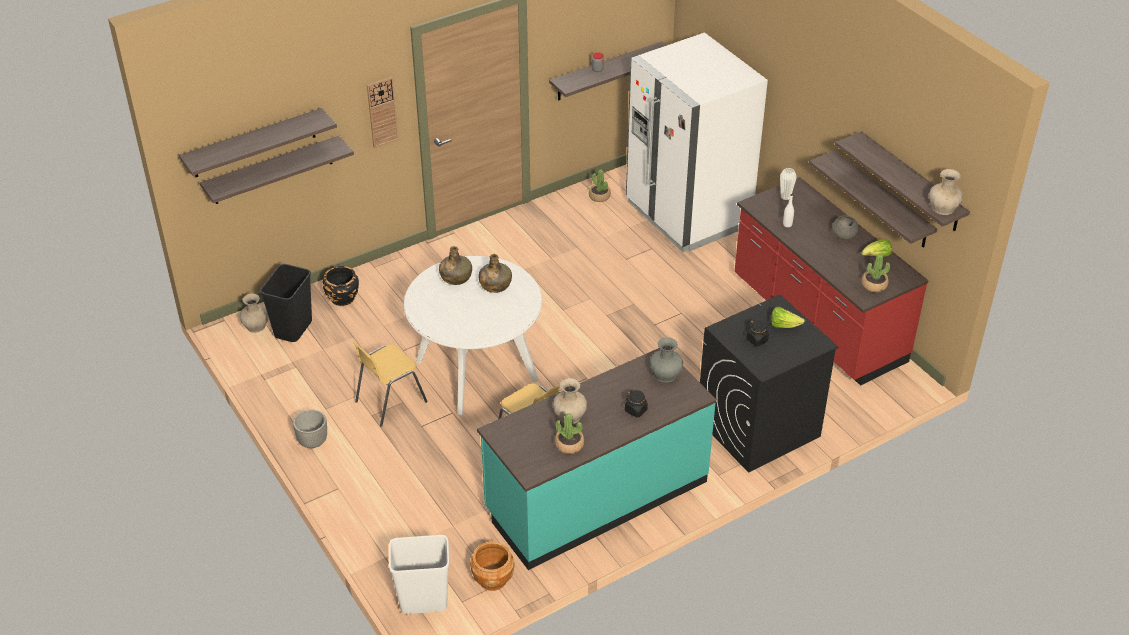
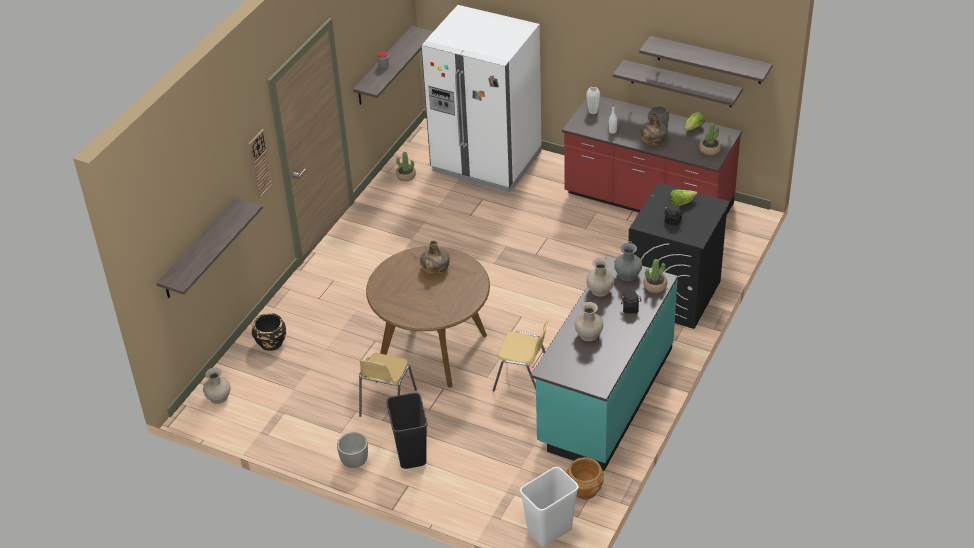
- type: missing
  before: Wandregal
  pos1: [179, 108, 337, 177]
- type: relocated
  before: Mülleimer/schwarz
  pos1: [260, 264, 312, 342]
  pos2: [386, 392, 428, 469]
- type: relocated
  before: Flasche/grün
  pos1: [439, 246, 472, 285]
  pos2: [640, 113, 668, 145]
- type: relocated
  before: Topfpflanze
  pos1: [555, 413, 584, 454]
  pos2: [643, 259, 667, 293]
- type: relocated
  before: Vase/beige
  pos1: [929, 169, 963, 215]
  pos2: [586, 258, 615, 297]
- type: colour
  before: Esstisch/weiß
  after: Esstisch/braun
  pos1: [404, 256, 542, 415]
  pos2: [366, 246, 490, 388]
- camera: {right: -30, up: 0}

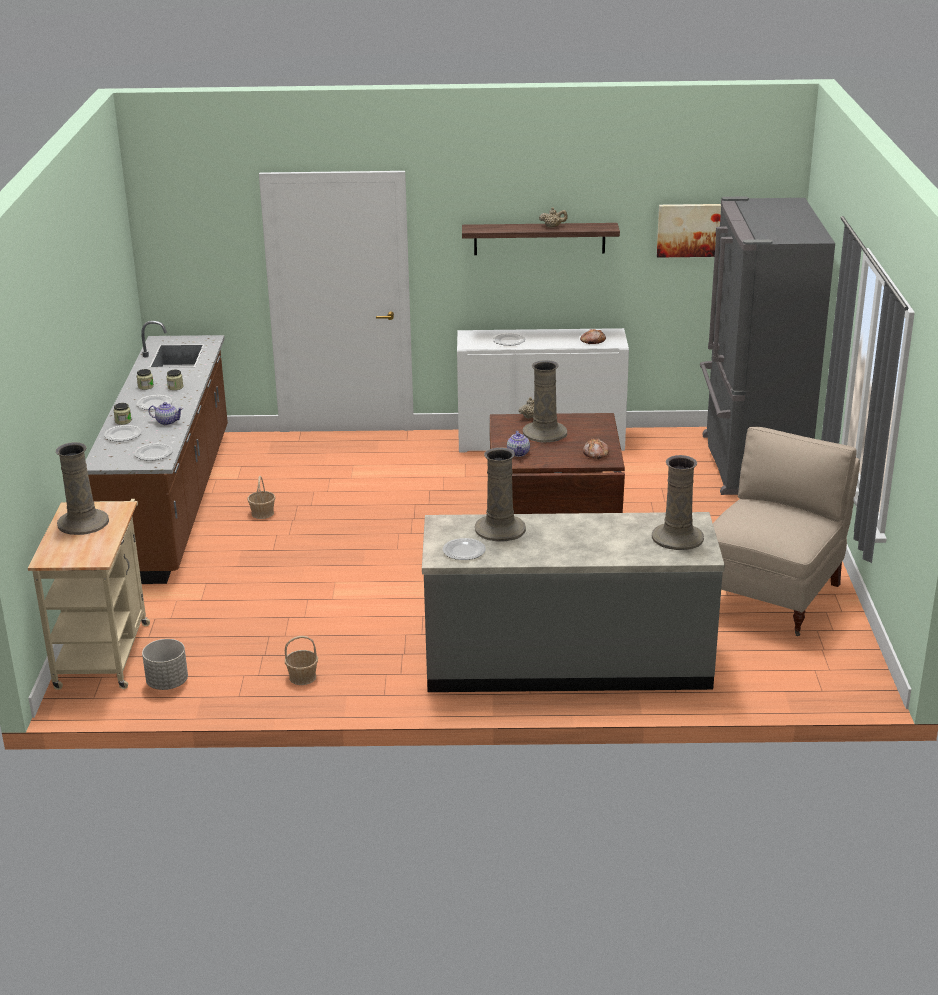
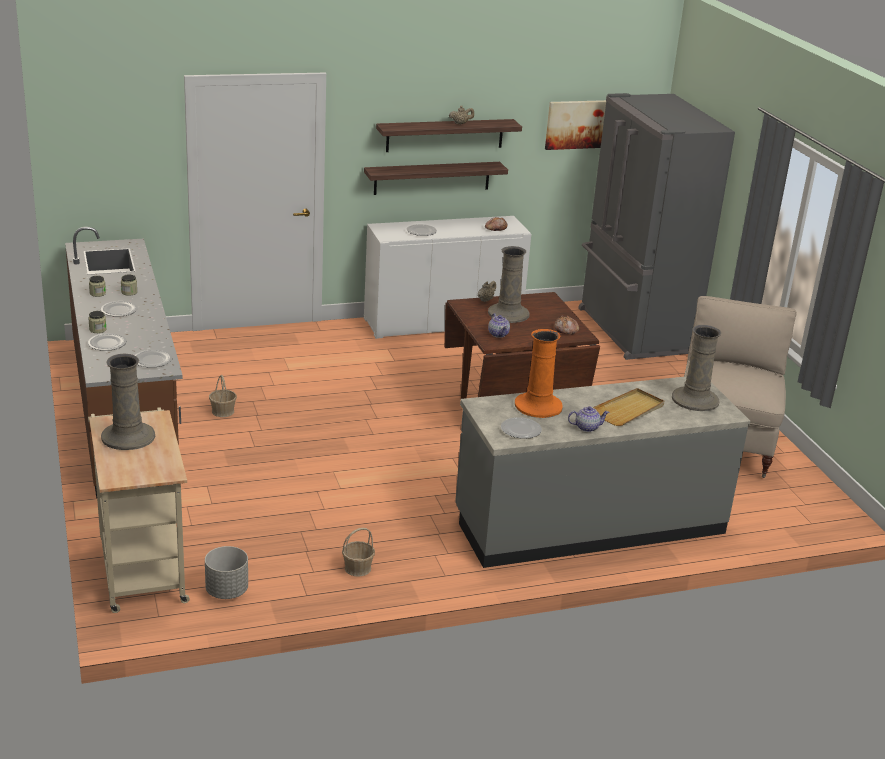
- type: appeared
  after: Wandregal
  pos2: [364, 162, 508, 195]
- type: appeared
  after: Tablett/beige
  pos2: [592, 388, 664, 426]
- type: relocated
  before: Teekanne
  pos1: [149, 402, 183, 425]
  pos2: [568, 406, 610, 432]
- type: colour
  before: Vase/beige
  after: Vase/orange
  pos1: [475, 447, 526, 542]
  pos2: [515, 329, 563, 418]
- camera: {right: -20, up: 0}

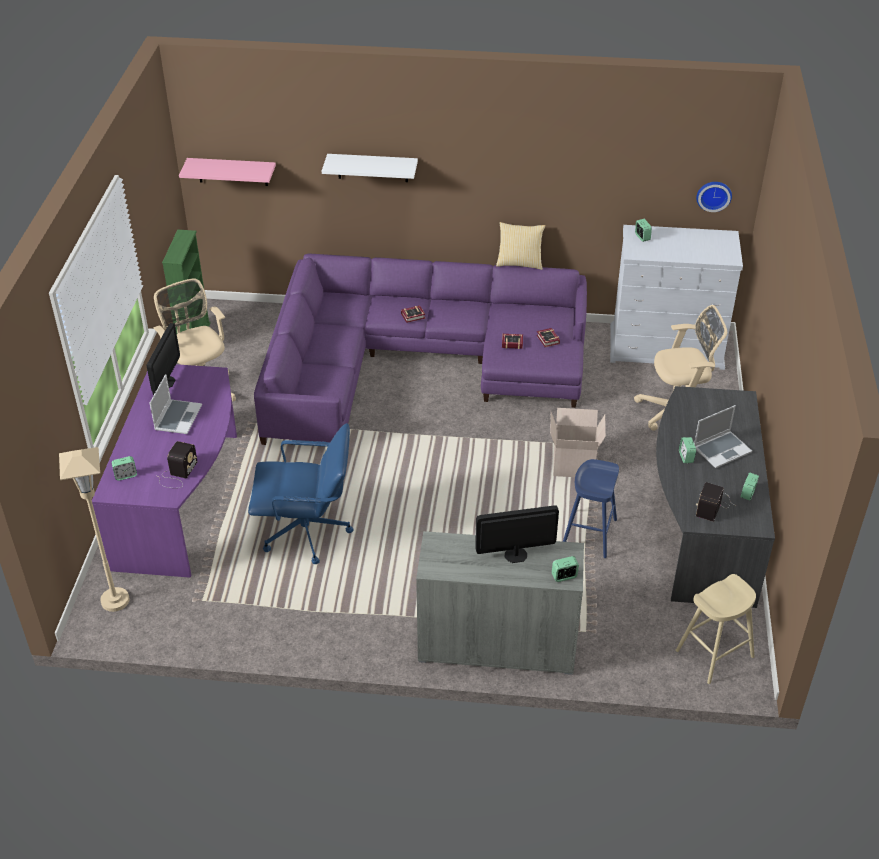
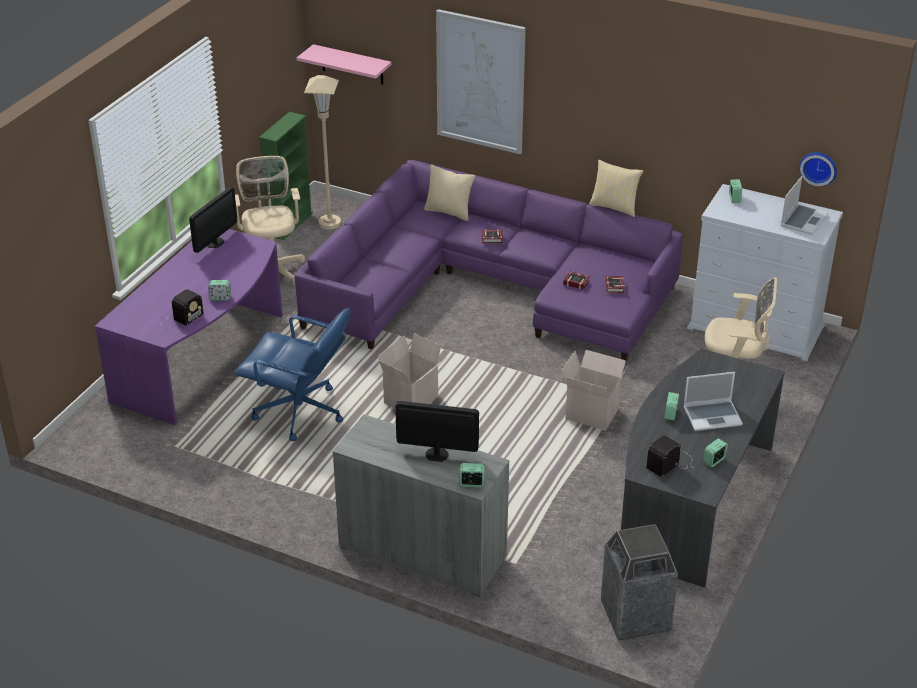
- type: missing
  before: Hocker/blau
  pos1: [563, 459, 619, 558]
- type: appeared
  after: Karton
  pos2: [378, 333, 447, 408]
- type: appeared
  after: Kissen/beige
  pos2: [424, 164, 475, 221]
- type: relocated
  before: Stehlampe/beige
  pos1: [59, 447, 130, 612]
  pos2: [304, 75, 341, 230]
- type: relocated
  before: Wecker
  pos1: [112, 456, 137, 481]
  pos2: [208, 280, 231, 301]
- type: relocated
  before: Laptop
  pos1: [150, 374, 202, 434]
  pos2: [781, 176, 828, 235]
- type: exchanged
  before: Wandregal/weiß
  after: Bild
  pos1: [322, 154, 418, 182]
  pos2: [436, 9, 526, 154]
- type: exchanged
  before: Hocker/beige
  after: Mülleimer
  pos1: [675, 574, 756, 684]
  pos2: [601, 524, 678, 641]
- camera: {right: 20, up: -5}

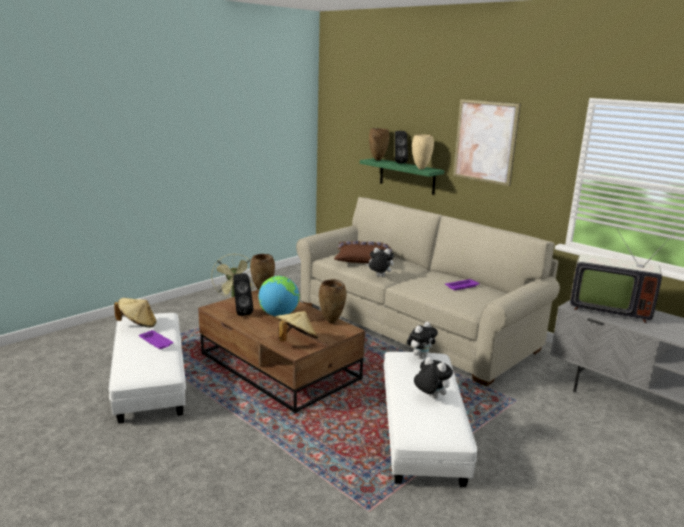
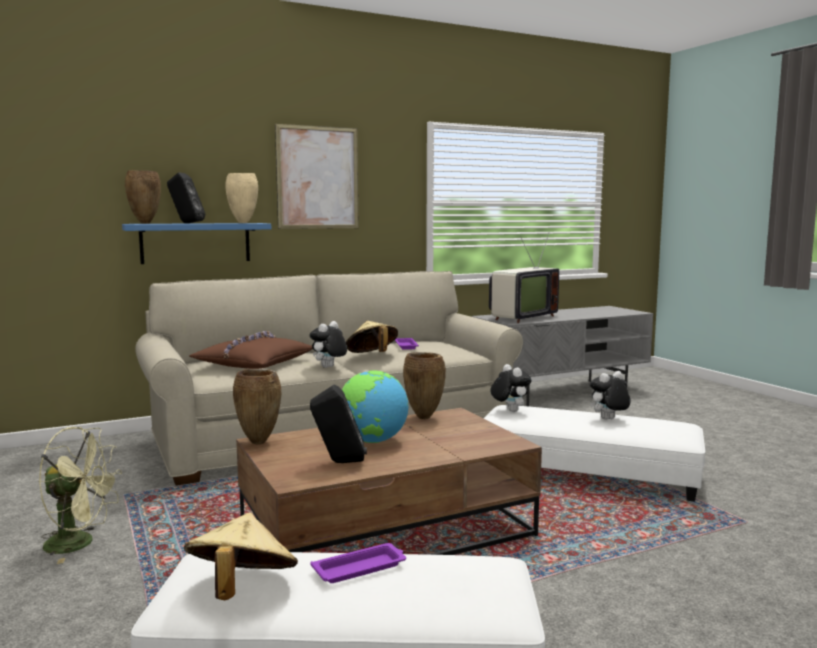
- type: relocated
  before: Hut/beige
  pos1: [275, 311, 318, 342]
  pos2: [346, 321, 398, 353]
- type: colour
  before: Wandregal/grün
  after: Wandregal/blau
  pos1: [360, 158, 444, 195]
  pos2: [122, 223, 271, 264]
- camera: {right: -70, up: -10}

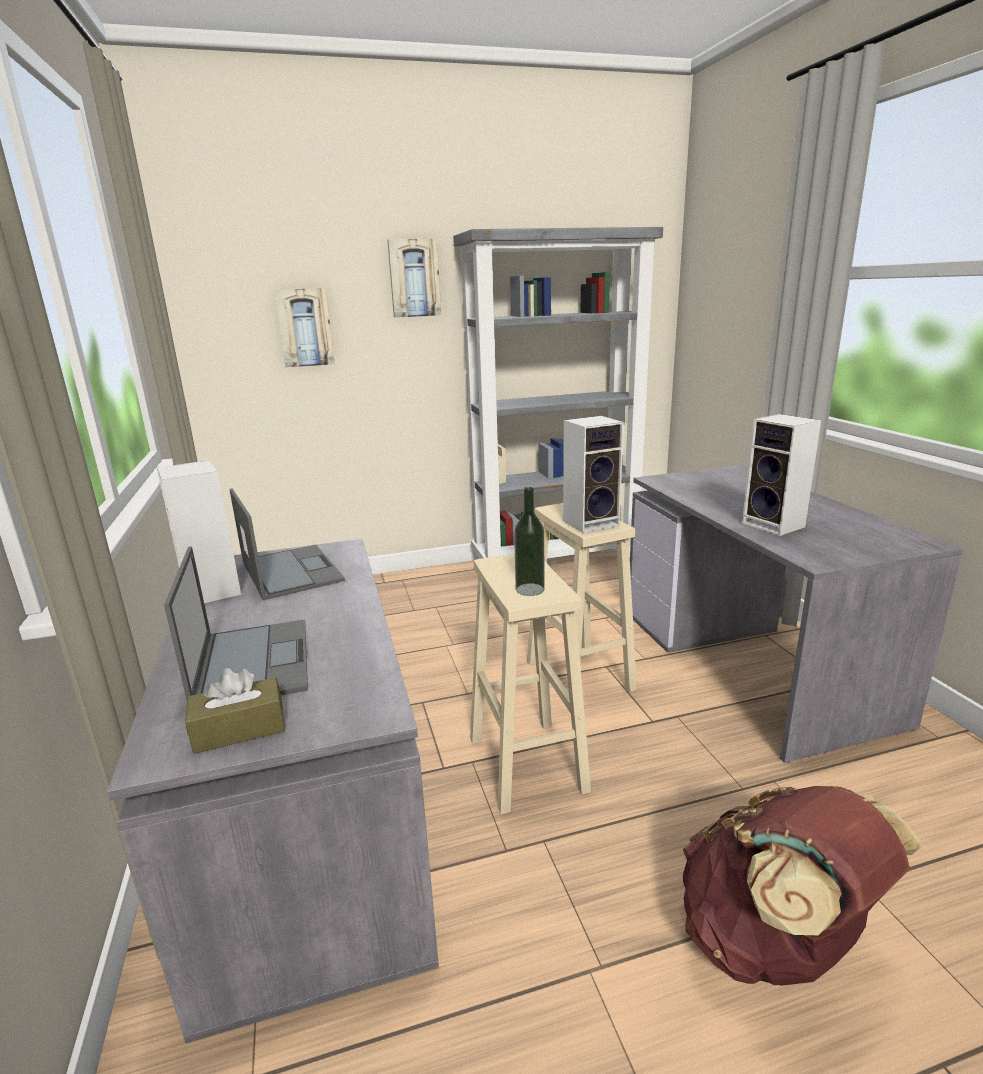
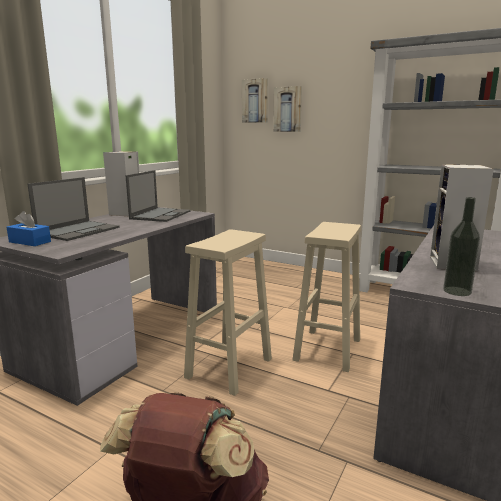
- type: missing
  before: Lautsprecher
  pos1: [563, 416, 624, 533]
- type: relocated
  before: Bild
  pos1: [387, 239, 441, 318]
  pos2: [242, 78, 268, 123]
- type: relocated
  before: Flasche
  pos1: [514, 487, 545, 596]
  pos2: [443, 197, 480, 296]
- type: colour
  before: Taschentuchbox/braun
  after: Taschentuchbox/blau
  pos1: [185, 668, 285, 754]
  pos2: [7, 211, 51, 246]
- camera: {right: 45, up: -5}

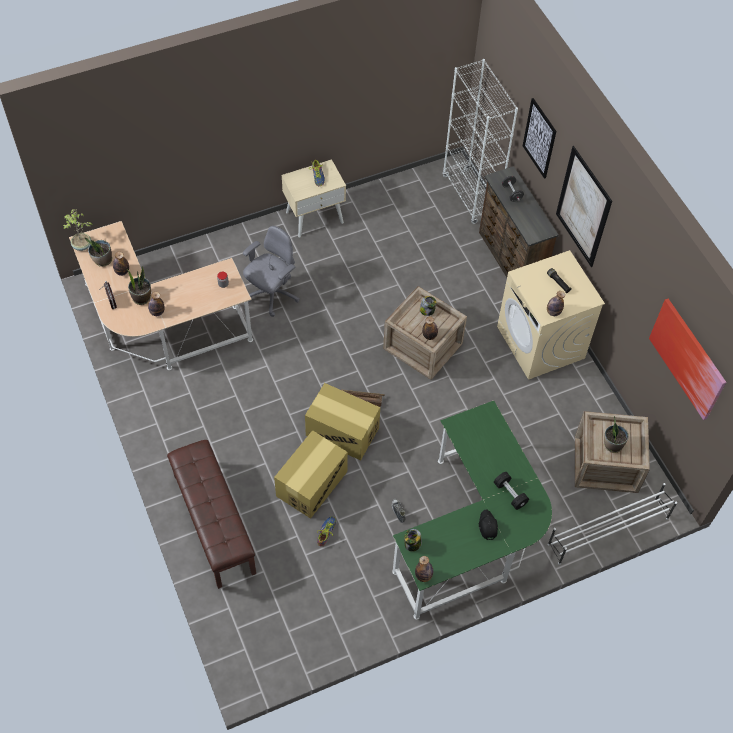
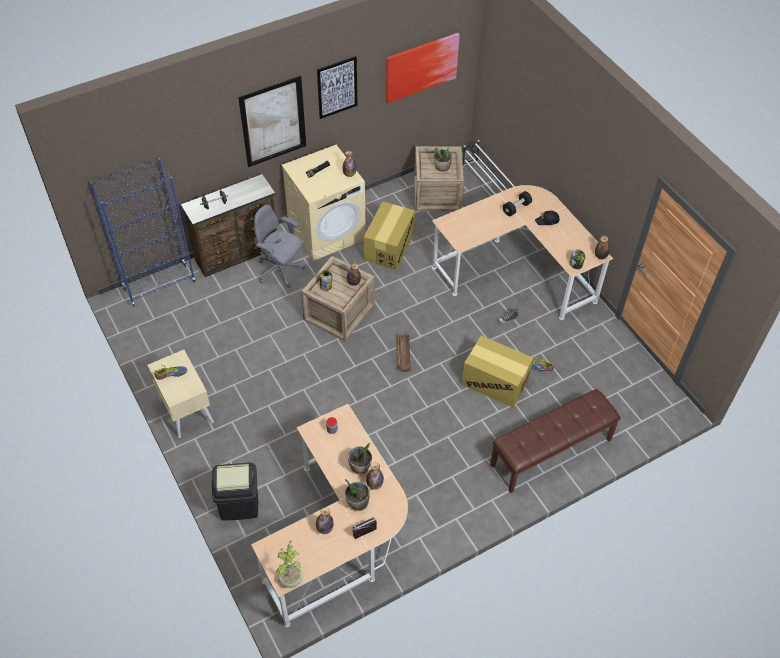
- type: appeared
  after: Mülleimer/schwarz
  pos2: [212, 462, 259, 521]
- type: relocated
  before: Topfpflanze
  pos1: [85, 238, 112, 267]
  pos2: [348, 443, 372, 474]
- type: relocated
  before: Bürostuhl/grau
  pos1: [243, 226, 300, 317]
  pos2: [254, 205, 305, 288]
- type: relocated
  before: Karton
  pos1: [305, 383, 380, 460]
  pos2: [364, 201, 415, 270]
- type: relocated
  before: Bild
  pos1: [523, 98, 556, 179]
  pos2: [317, 56, 357, 119]
- type: colour
  before: Schreibtisch/grün
  after: Schreibtisch/beige
  pos1: [392, 401, 552, 620]
  pos2: [432, 185, 613, 320]
- type: colour
  before: Bücherregal/weiß
  after: Bücherregal/blau
  pos1: [442, 59, 518, 224]
  pos2: [90, 158, 196, 307]
- camera: {right: -95, up: -5}

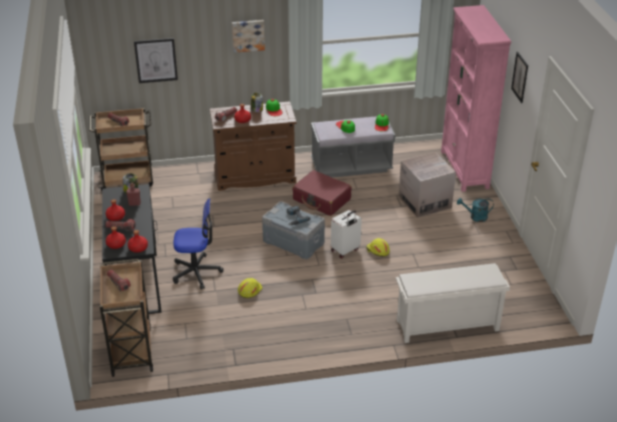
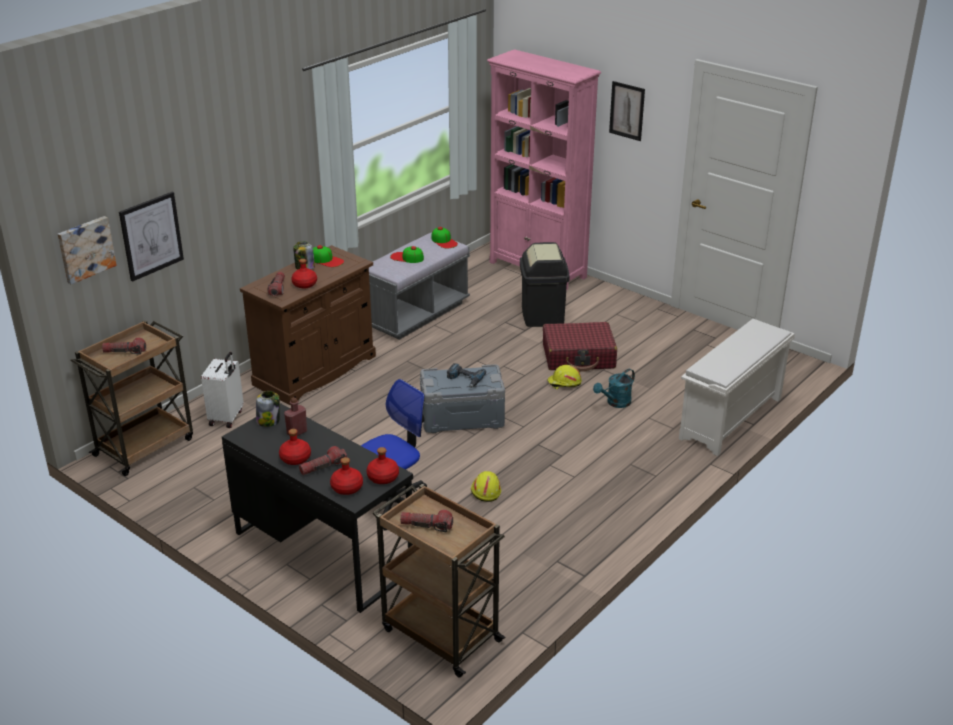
- type: relocated
  before: Bild
  pos1: [232, 20, 265, 53]
  pos2: [58, 216, 117, 284]
- type: relocated
  before: Koffer/rot
  pos1: [292, 170, 352, 216]
  pos2: [543, 322, 617, 372]
- type: relocated
  before: Koffer/weiß
  pos1: [331, 210, 362, 258]
  pos2: [201, 352, 244, 428]
- type: relocated
  before: Gießkanne/türkis
  pos1: [457, 198, 494, 222]
  pos2: [593, 369, 635, 408]
- type: exchanged
  before: Karton
  after: Mülleimer/schwarz
  pos1: [398, 152, 456, 218]
  pos2: [520, 242, 570, 327]
- camera: {right: -40, up: -5}

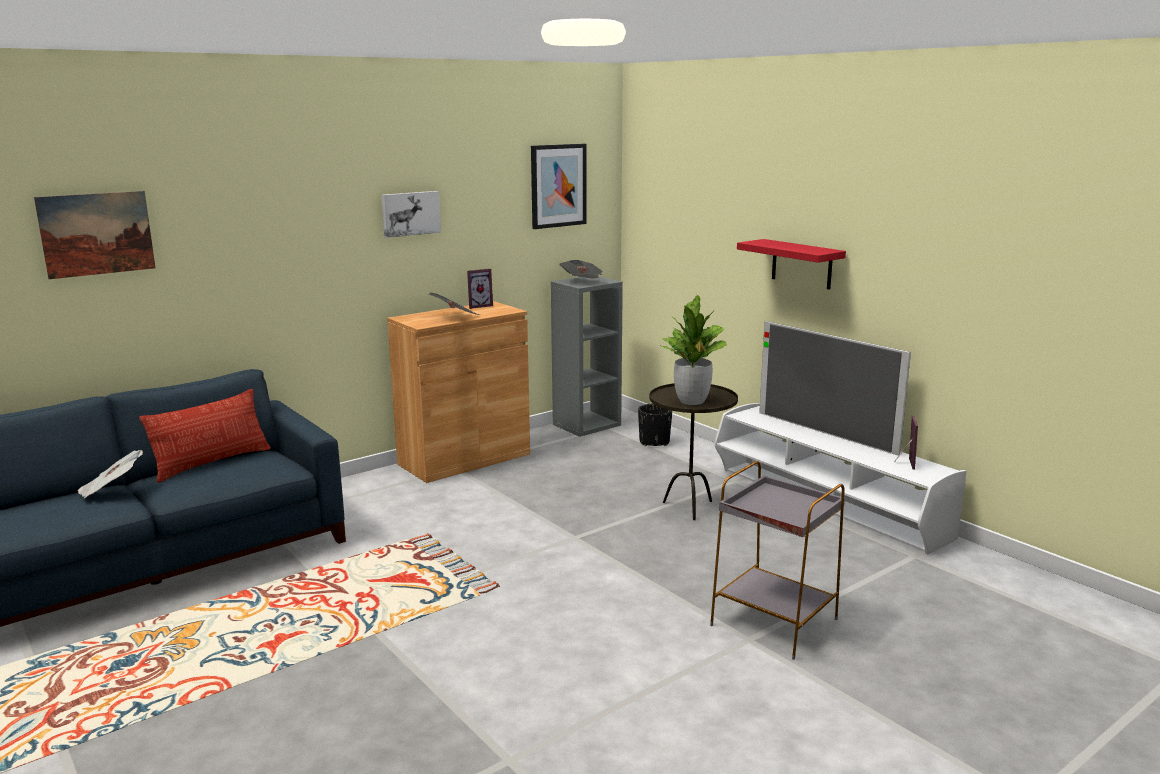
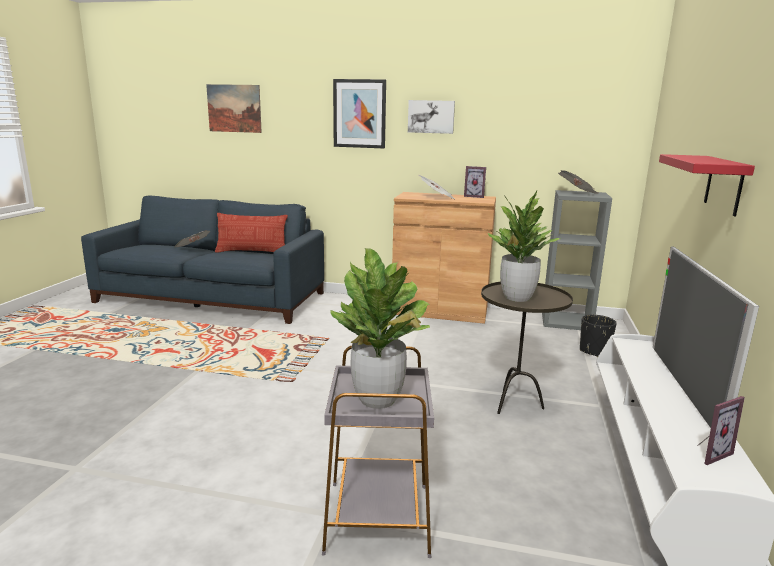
- type: appeared
  after: Topfpflanze
  pos2: [330, 248, 430, 409]
- type: relocated
  before: Bild
  pos1: [531, 144, 587, 229]
  pos2: [333, 79, 386, 148]
- camera: {right: 50, up: 0}

